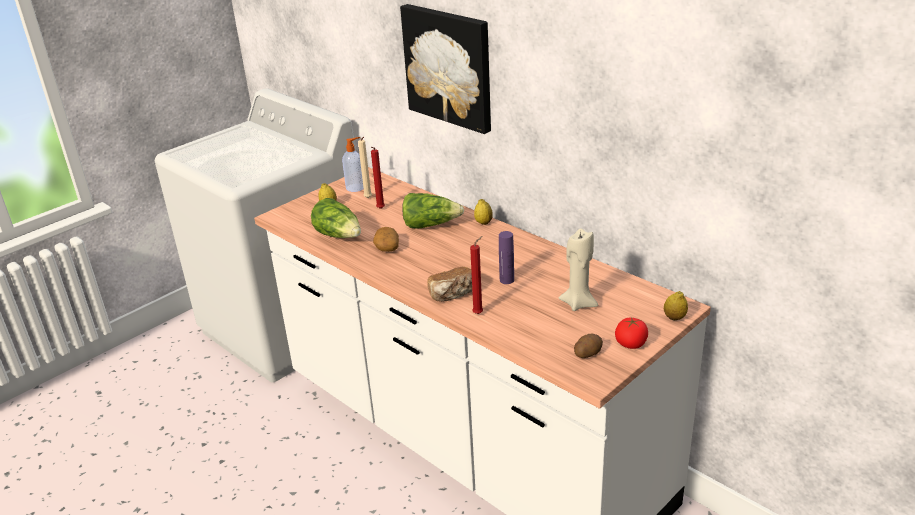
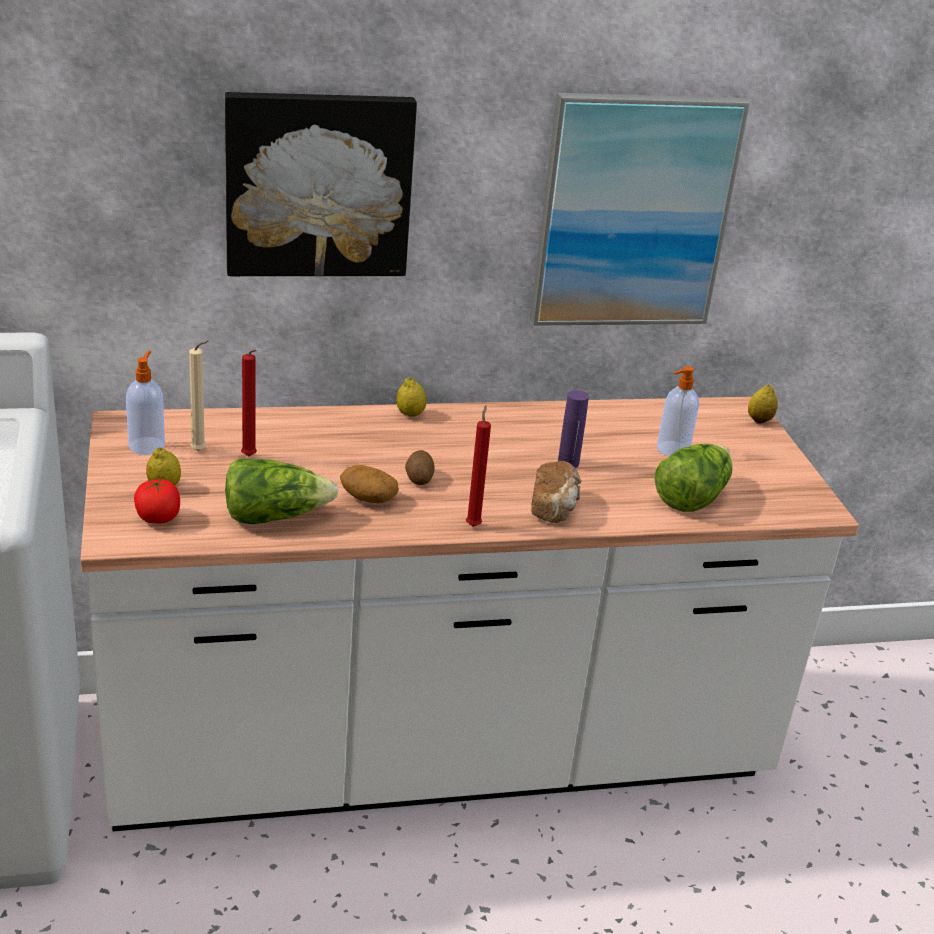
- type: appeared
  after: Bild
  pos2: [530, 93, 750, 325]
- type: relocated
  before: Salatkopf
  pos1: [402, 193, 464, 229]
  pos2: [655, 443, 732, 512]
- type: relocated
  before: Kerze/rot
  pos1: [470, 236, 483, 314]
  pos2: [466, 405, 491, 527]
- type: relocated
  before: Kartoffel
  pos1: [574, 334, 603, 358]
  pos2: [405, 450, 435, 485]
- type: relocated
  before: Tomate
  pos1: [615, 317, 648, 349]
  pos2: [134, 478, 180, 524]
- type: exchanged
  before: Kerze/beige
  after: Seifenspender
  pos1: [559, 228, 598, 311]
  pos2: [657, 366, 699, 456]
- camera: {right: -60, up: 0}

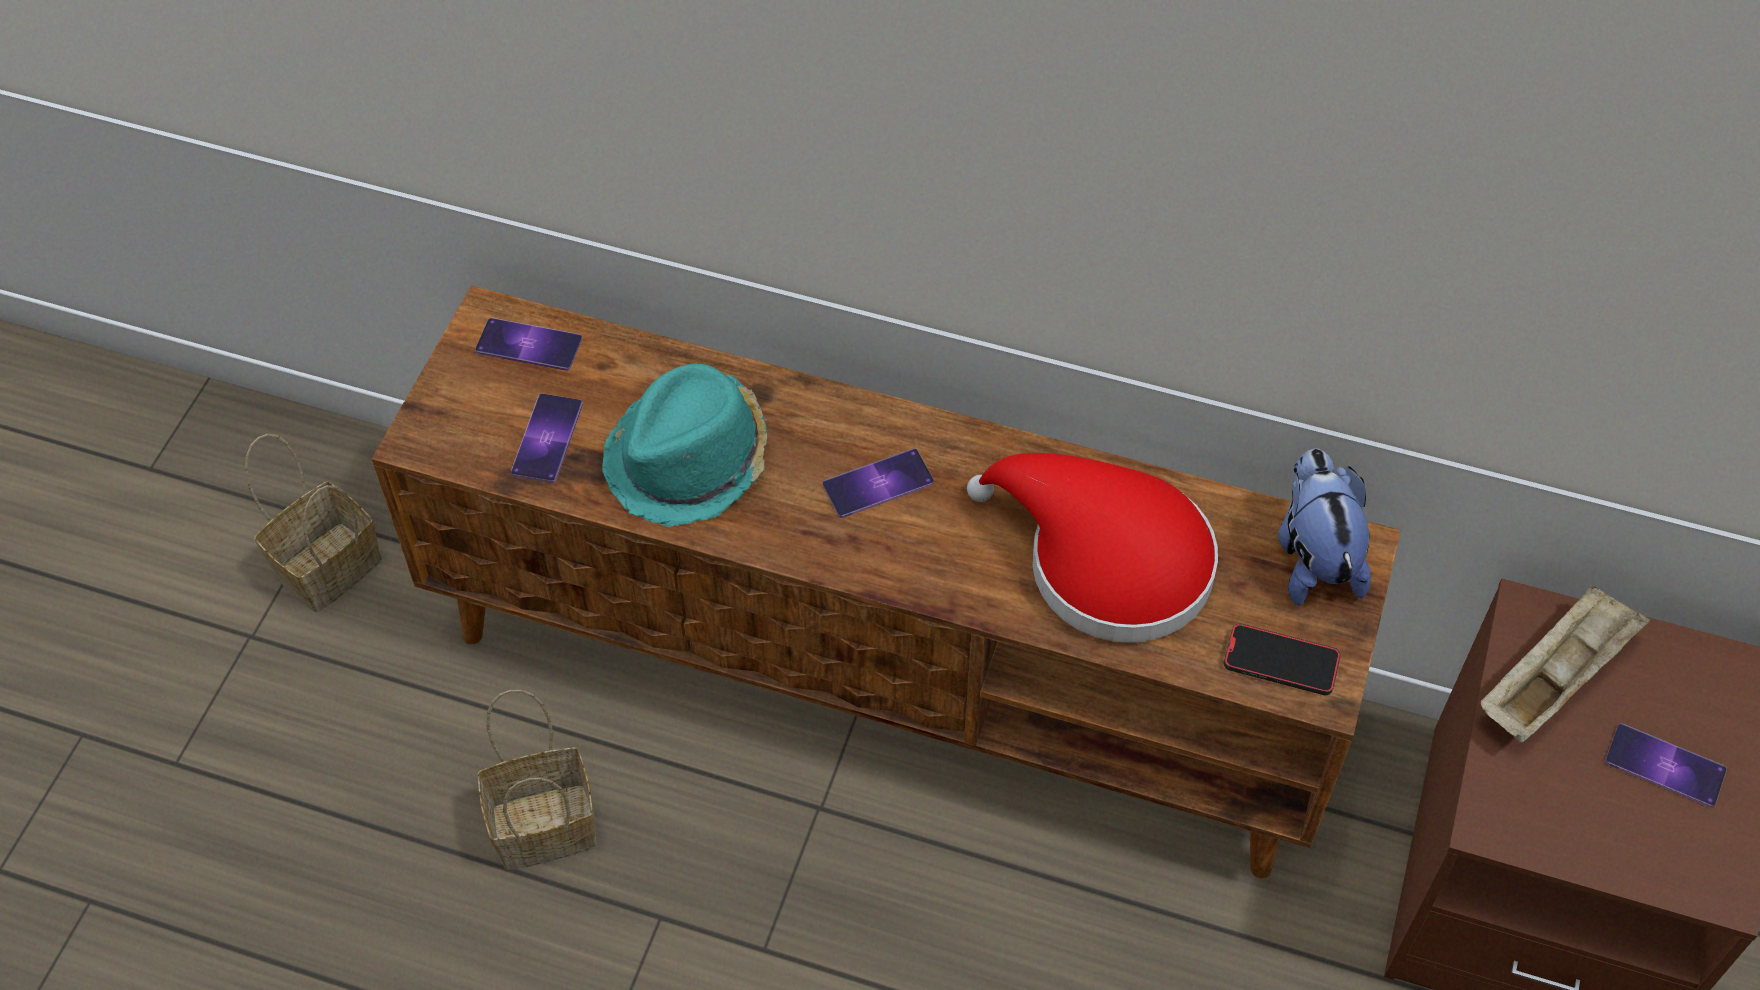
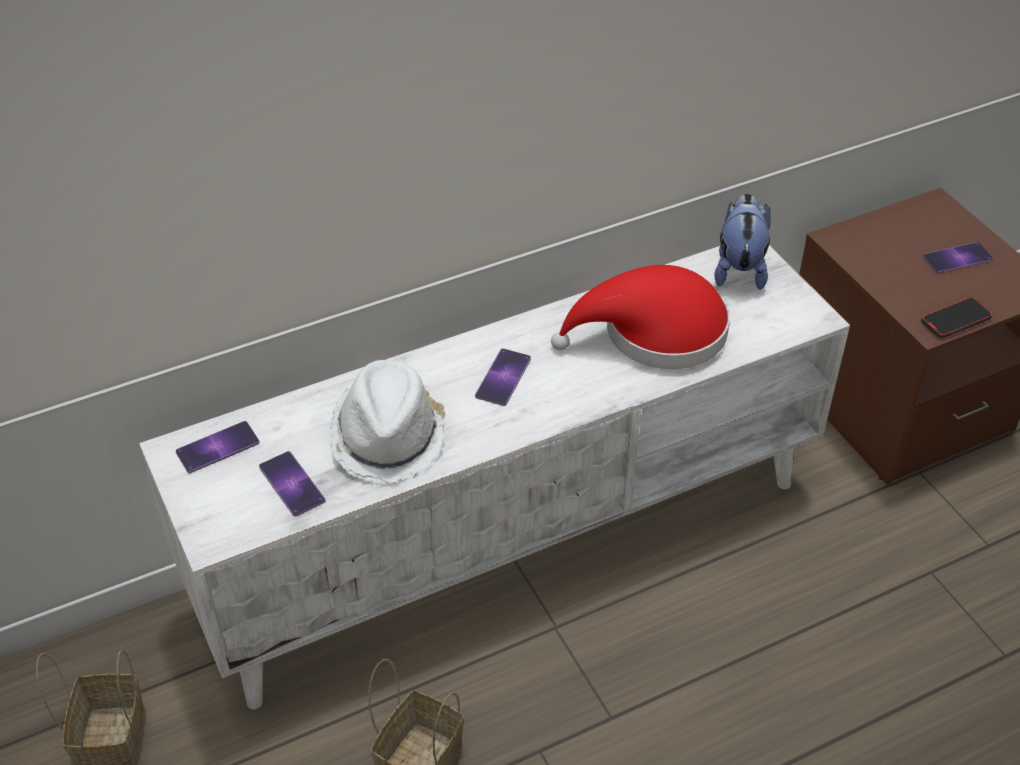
- type: missing
  before: Tablett/beige
  pos1: [1481, 585, 1650, 742]
- type: relocated
  before: Handy
  pos1: [1224, 623, 1341, 695]
  pos2: [921, 297, 993, 338]
- type: colour
  before: Fernsehschrank/braun
  after: Fernsehschrank/weiß
  pos1: [371, 285, 1401, 879]
  pos2: [139, 244, 850, 709]
- type: colour
  before: Hut/türkis
  after: Hut/weiß
  pos1: [602, 364, 768, 527]
  pos2: [330, 360, 445, 484]
- type: spun
  before: Plüschtier
  pos1: [1278, 448, 1371, 606]
  pos2: [714, 193, 771, 290]
  turn: 60
- camera: {right: -45, up: -10}

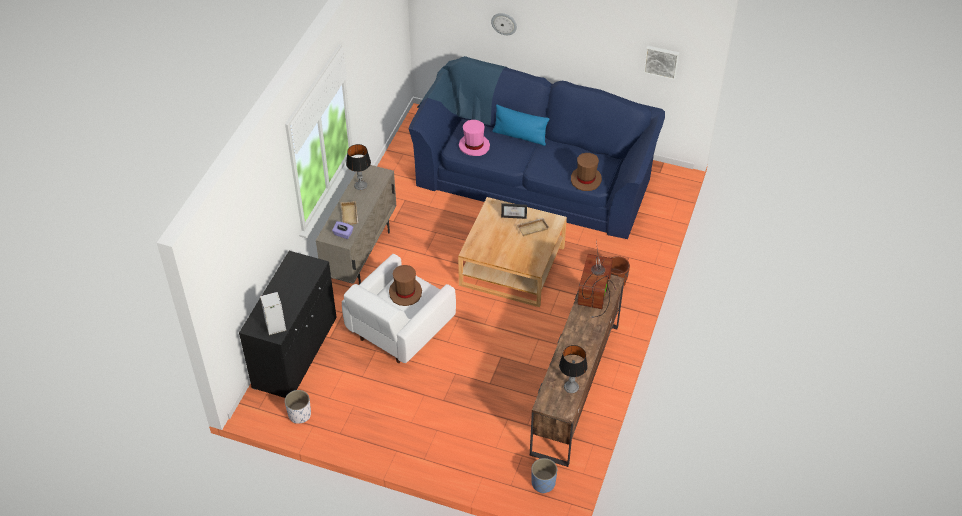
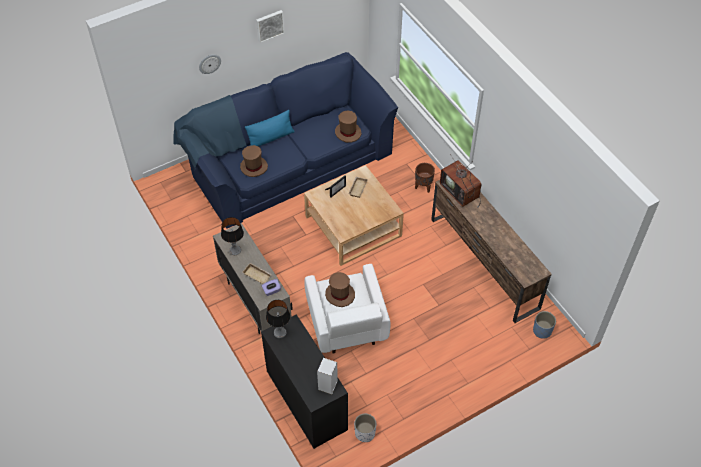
- type: relocated
  before: Tischlampe
  pos1: [559, 345, 588, 393]
  pos2: [266, 300, 290, 338]
- type: relocated
  before: Bild
  pos1: [643, 46, 679, 80]
  pos2: [256, 10, 285, 43]
- type: colour
  before: Hut/rosa
  after: Hut/braun
  pos1: [459, 120, 490, 156]
  pos2: [240, 145, 268, 177]
- camera: {right: -50, up: 5}

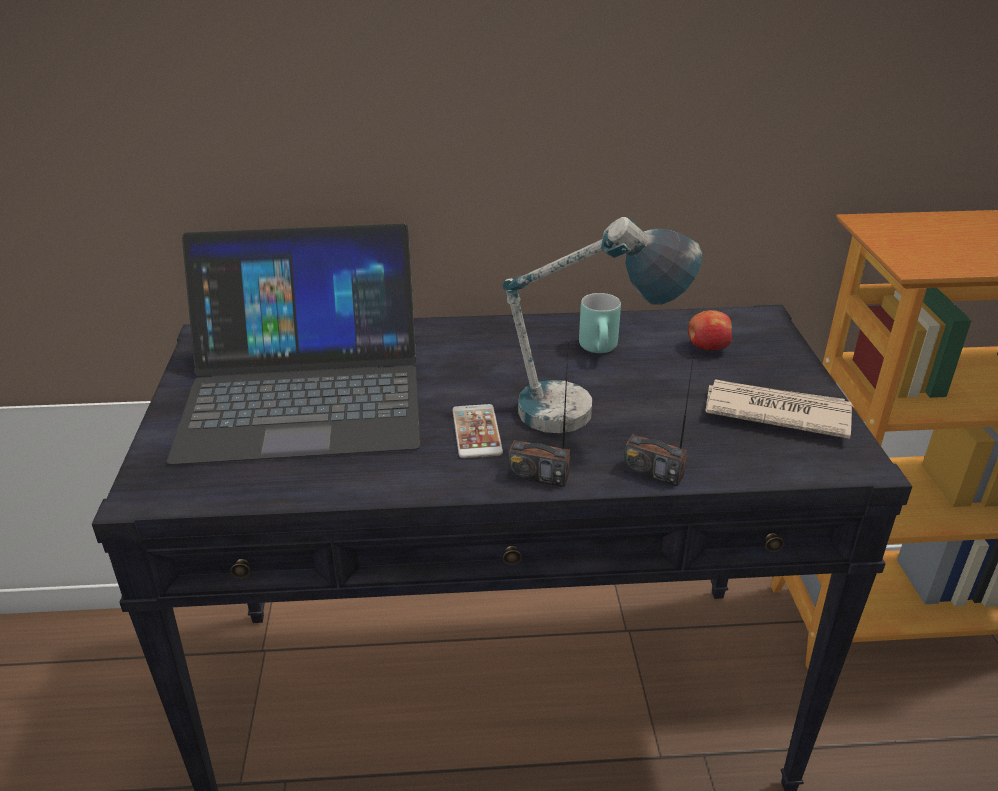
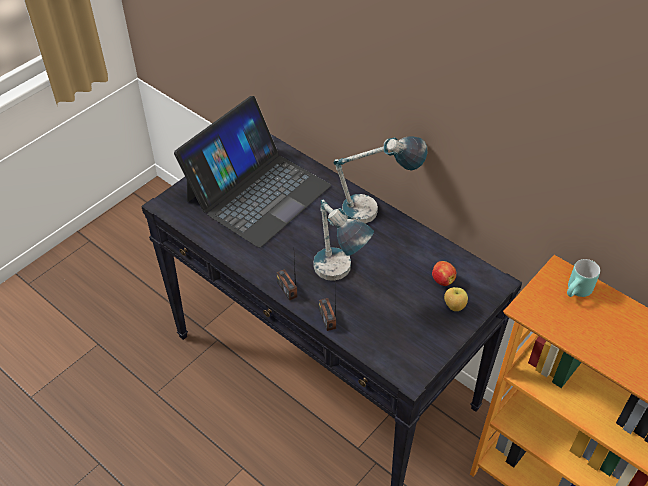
- type: missing
  before: Handy
  pos1: [452, 404, 503, 458]
- type: missing
  before: Zeitung
  pos1: [705, 379, 852, 439]
- type: appeared
  after: Tischlampe
  pos2: [334, 136, 427, 224]
- type: appeared
  after: Apfel
  pos2: [444, 287, 468, 311]
- type: relocated
  before: Henkelbecher/türkis
  pos1: [579, 293, 621, 353]
  pos2: [567, 259, 600, 297]
- type: spun
  before: Laptop
  pos1: [167, 224, 421, 465]
  pos2: [174, 96, 331, 248]
  turn: -90
- camera: {right: 45, up: 15}

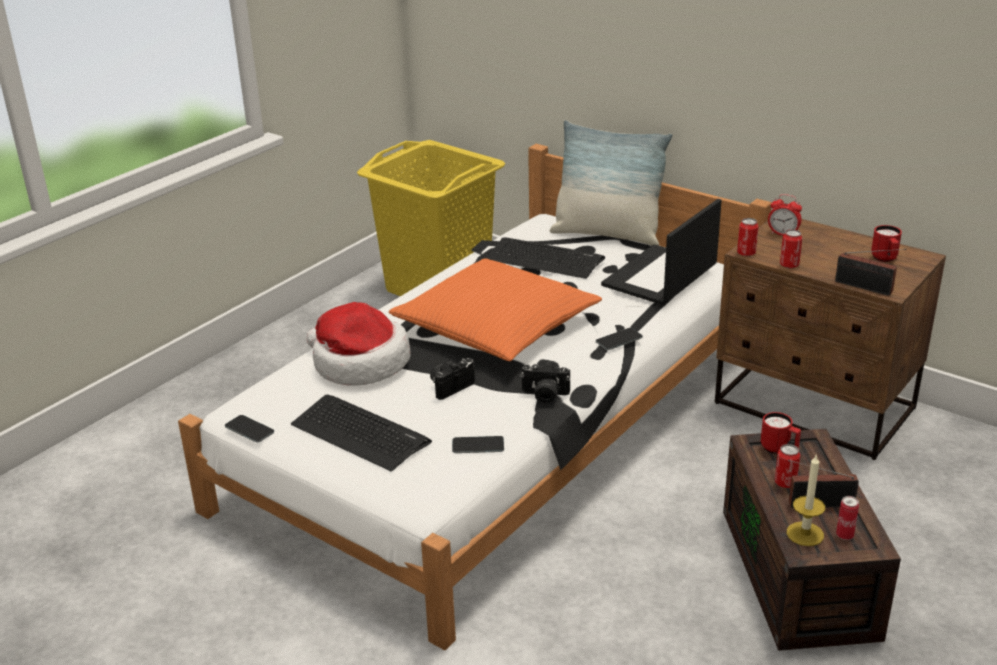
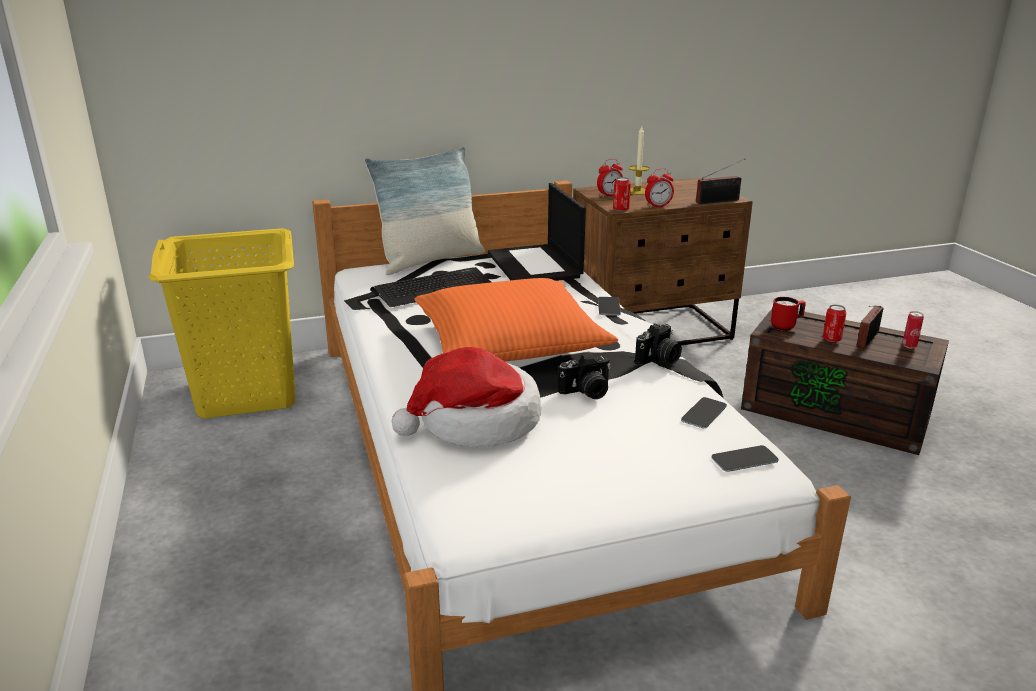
- type: missing
  before: Tastatur
  pos1: [291, 395, 432, 472]
- type: missing
  before: Henkelbecher/rot
  pos1: [871, 225, 902, 262]
- type: relocated
  before: Handy
  pos1: [225, 415, 274, 443]
  pos2: [712, 445, 779, 472]
- type: relocated
  before: Kerze
  pos1: [787, 454, 825, 546]
  pos2: [629, 127, 650, 195]
- type: exchanged
  before: Dose
  after: Wecker
  pos1: [780, 229, 802, 268]
  pos2: [645, 168, 674, 208]
- type: spun
  before: Kamera
  pos1: [430, 358, 475, 400]
  pos2: [558, 353, 611, 399]
  turn: -105
- camera: {right: -55, up: -5}

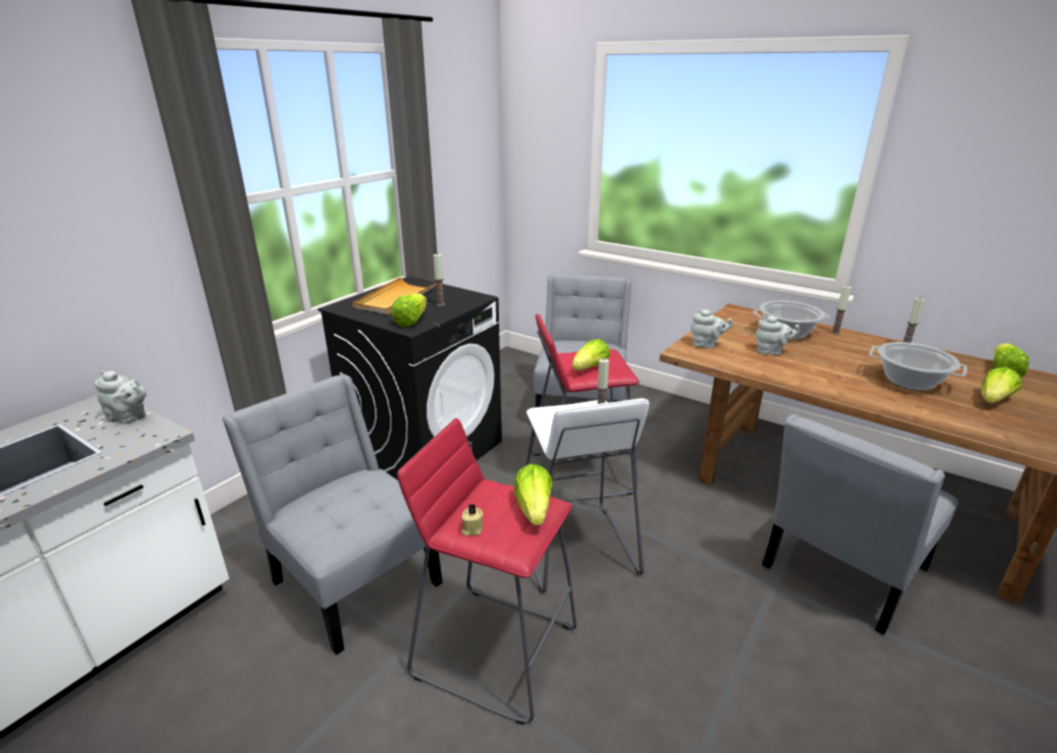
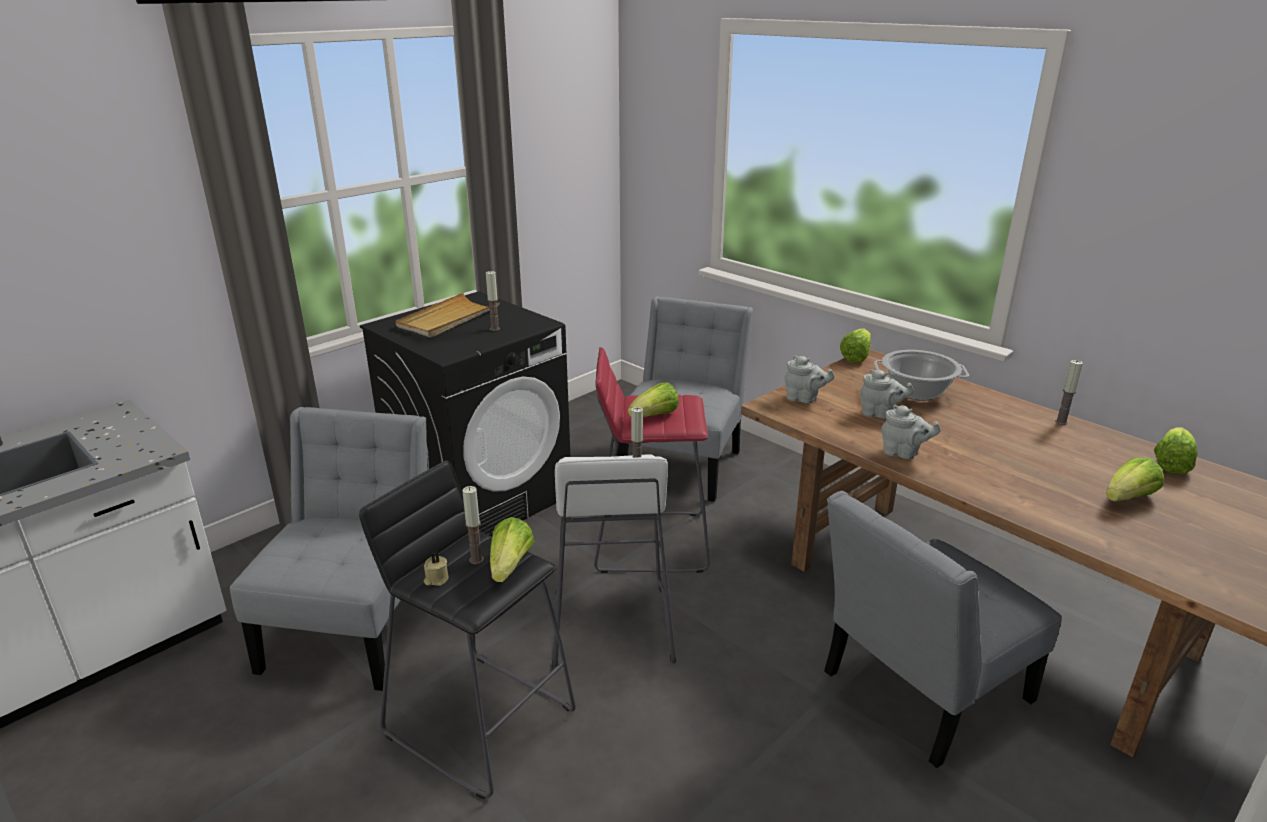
- type: missing
  before: Kochtopf
  pos1: [869, 342, 967, 391]
- type: relocated
  before: Teekanne/grau
  pos1: [94, 371, 147, 424]
  pos2: [881, 405, 941, 459]
- type: relocated
  before: Salatkopf
  pos1: [391, 293, 427, 327]
  pos2: [840, 329, 871, 363]
- type: relocated
  before: Kerze
  pos1: [831, 285, 851, 335]
  pos2: [462, 486, 484, 564]
- type: colour
  before: Hocker/rot
  after: Hocker/schwarz
  pos1: [397, 418, 577, 725]
  pos2: [359, 461, 576, 799]
- type: spun
  before: Stuhl/grau
  pos1: [222, 374, 443, 655]
  pos2: [230, 407, 427, 691]
  turn: 45
- camera: {right: 10, up: 0}

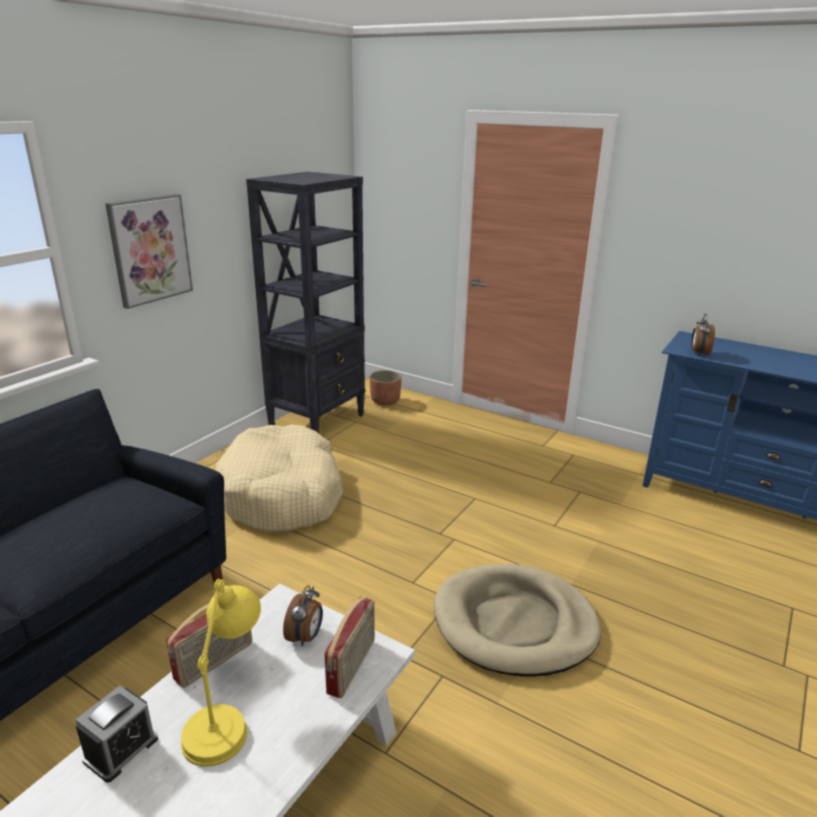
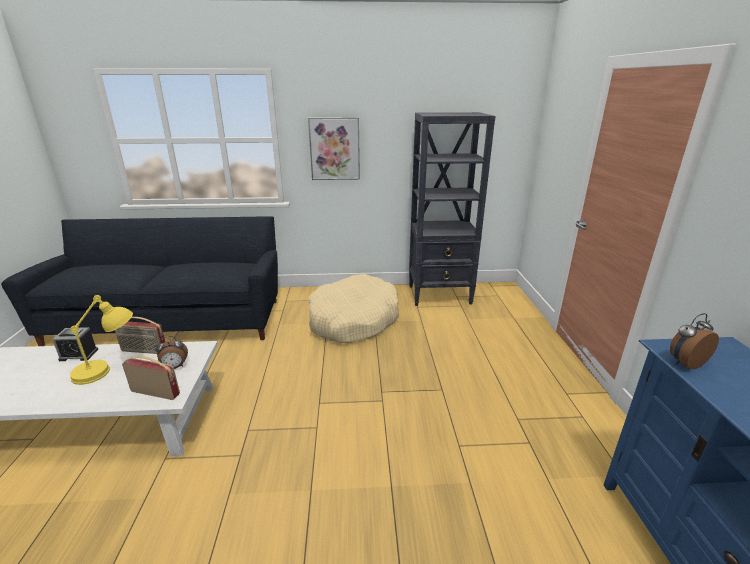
- type: missing
  before: Pflanzkübel
  pos1: [370, 370, 401, 406]
- type: missing
  before: Hundebett/beige
  pos1: [434, 564, 601, 676]
- type: spun
  before: Radio
  pos1: [325, 597, 375, 698]
  pos2: [122, 356, 180, 400]
  turn: -150
- camera: {right: 55, up: 0}

